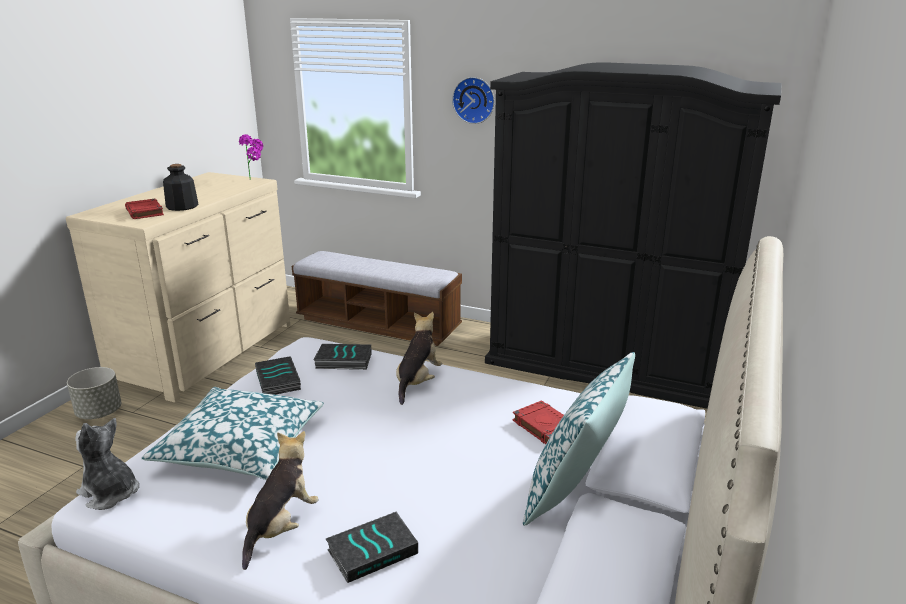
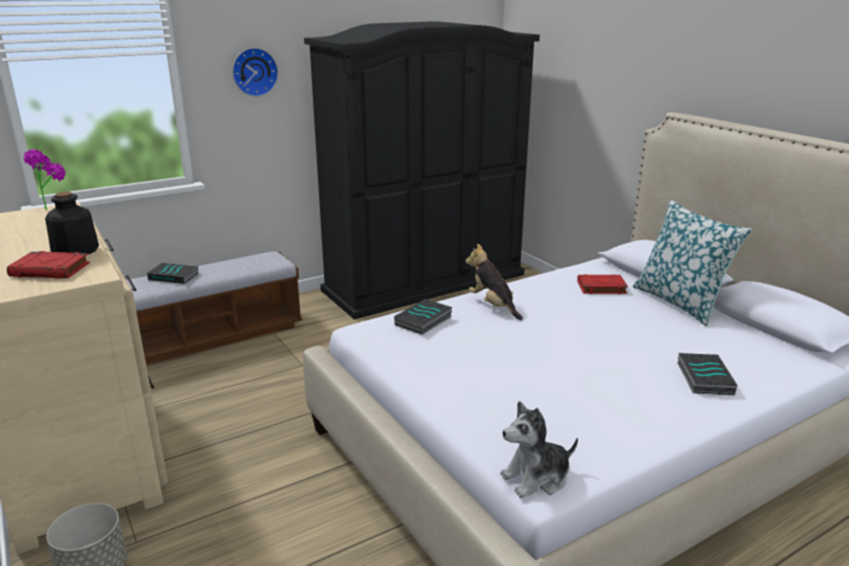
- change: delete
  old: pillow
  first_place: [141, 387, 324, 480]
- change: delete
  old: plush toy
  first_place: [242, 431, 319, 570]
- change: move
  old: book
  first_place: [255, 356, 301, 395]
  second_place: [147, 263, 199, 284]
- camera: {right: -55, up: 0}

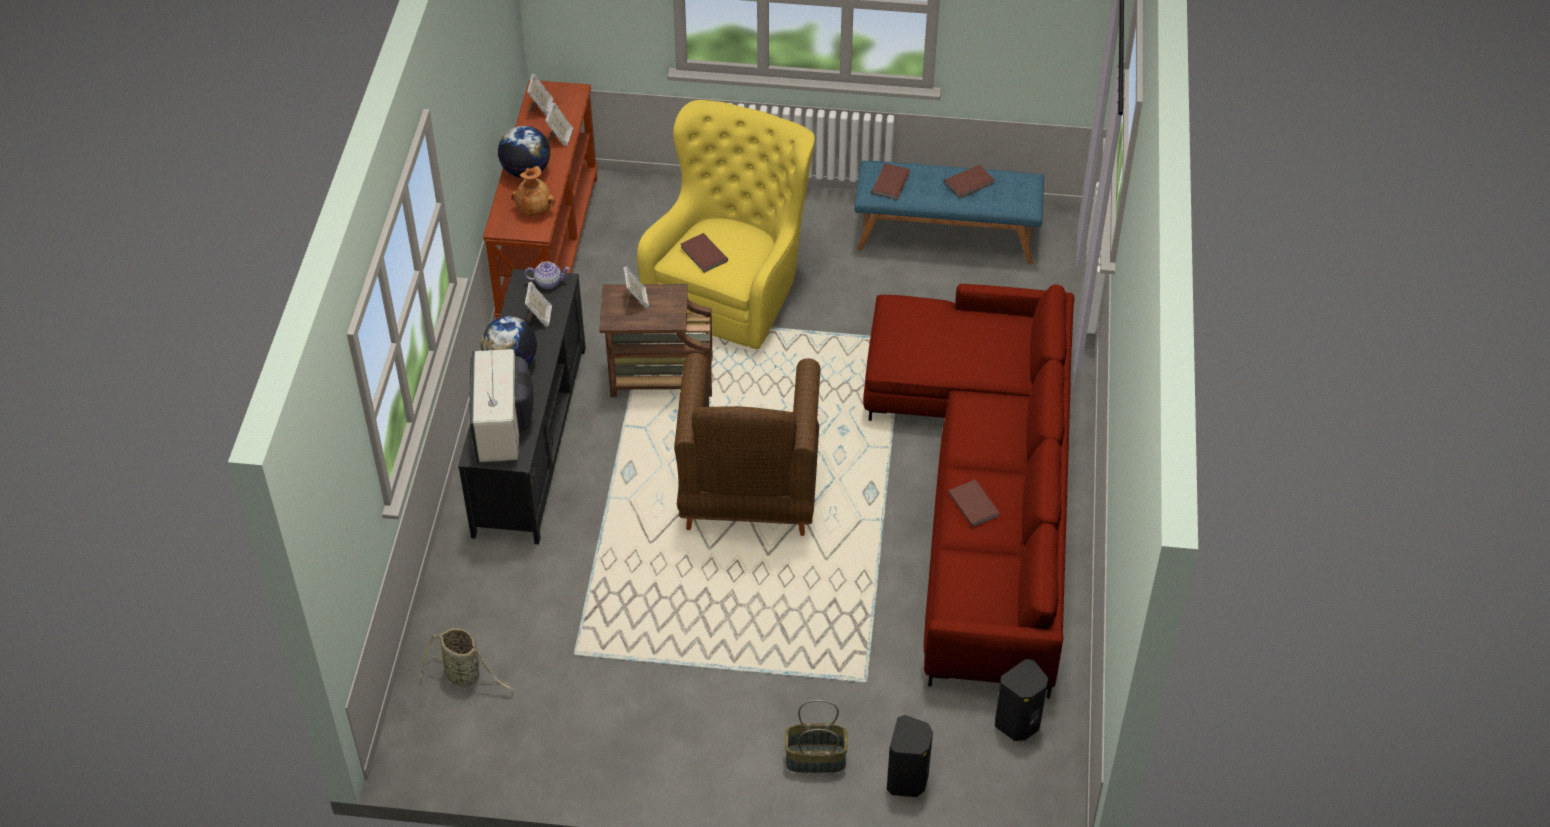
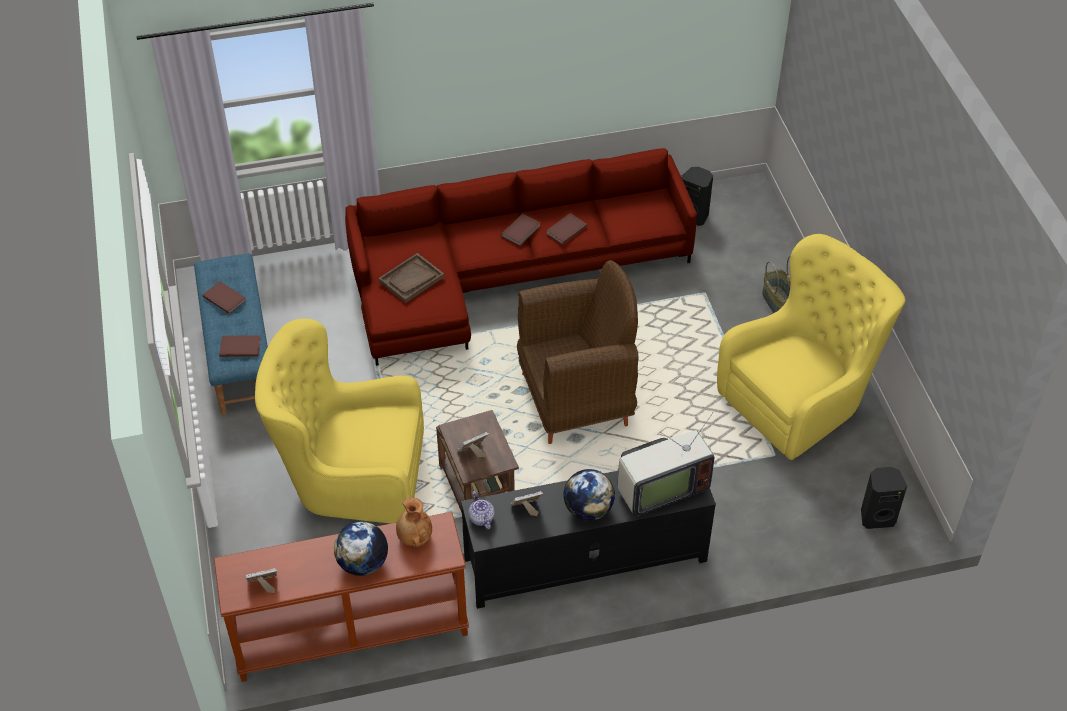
- change: delete
  old: basket
  first_place: [420, 628, 514, 690]
- change: delete
  old: picture frame
  first_place: [545, 102, 573, 147]
- change: insert
  new: serving tray/brown-coloured
  second_place: [379, 253, 444, 303]
- change: insert
  new: easy chair/yellow-coloured
  second_place: [717, 234, 905, 460]
- change: move
  old: book/brown-coloured
  first_place: [680, 233, 728, 273]
  second_place: [501, 214, 541, 246]
- change: move
  old: loudspeaker/black-coloured
  first_place: [887, 715, 933, 797]
  second_place: [861, 467, 907, 529]
- camera: {right: -110, up: 0}

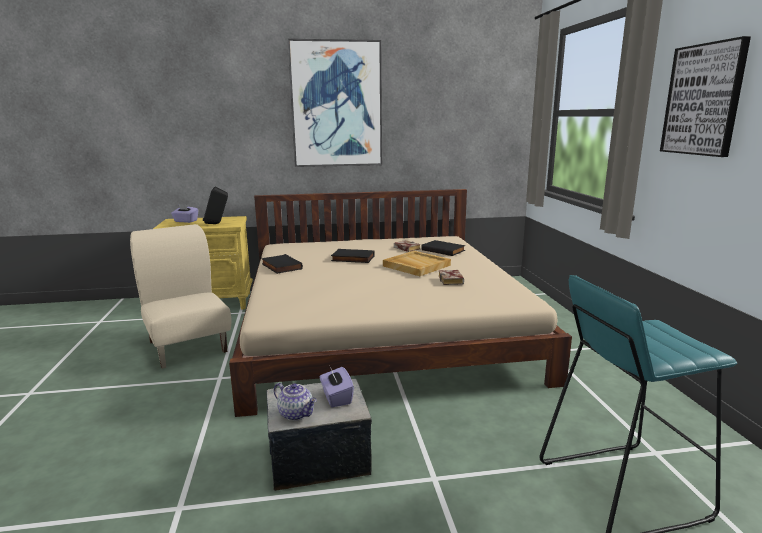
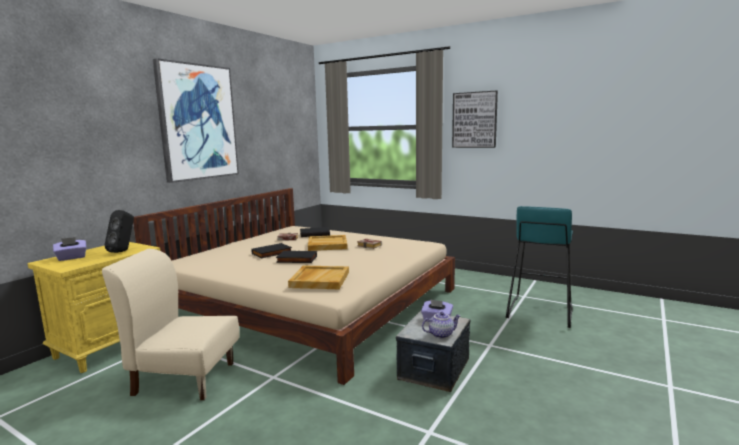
- change: insert
  new: serving tray/beige
  second_place: [288, 265, 349, 289]
- change: move
  old: book/black-coloured
  first_place: [261, 254, 303, 274]
  second_place: [276, 251, 317, 263]
- camera: {right: -50, up: -5}

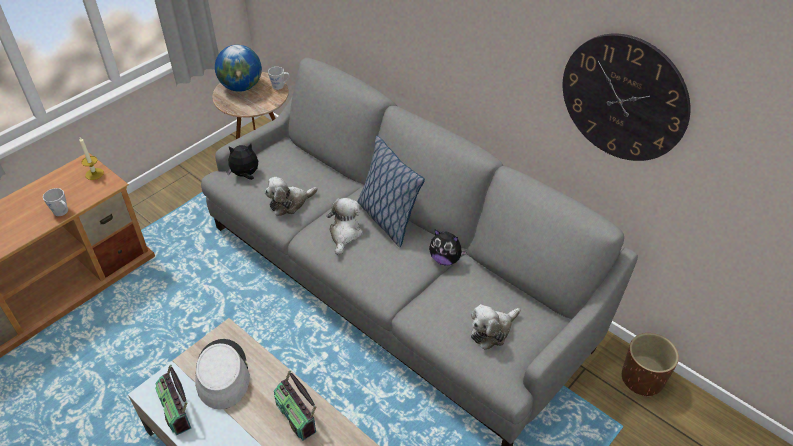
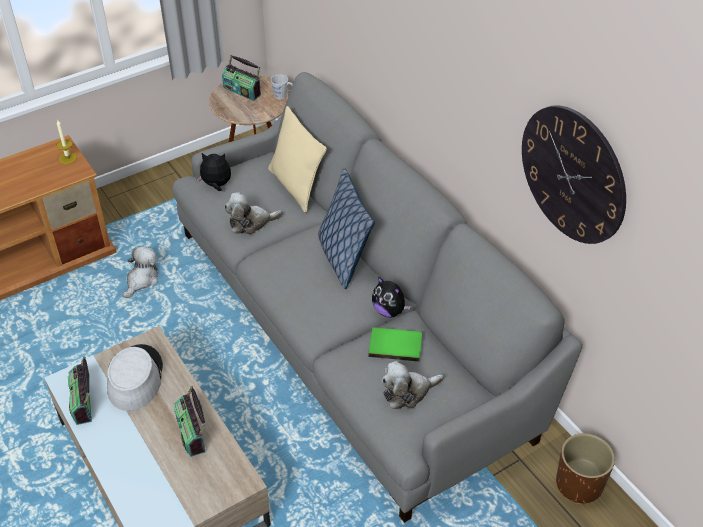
- change: delete
  old: tea mug/greyish
  first_place: [43, 188, 68, 216]
- change: insert
  new: pillow/beige
  second_place: [268, 106, 327, 213]
- change: insert
  new: book/green
  second_place: [368, 327, 422, 362]
- change: move
  old: plush toy
  first_place: [327, 198, 363, 255]
  second_place: [123, 246, 159, 298]
- change: replace
  old: globe
  new: radio
  first_place: [215, 45, 262, 92]
  second_place: [222, 55, 261, 101]
- camera: {right: 15, up: 0}

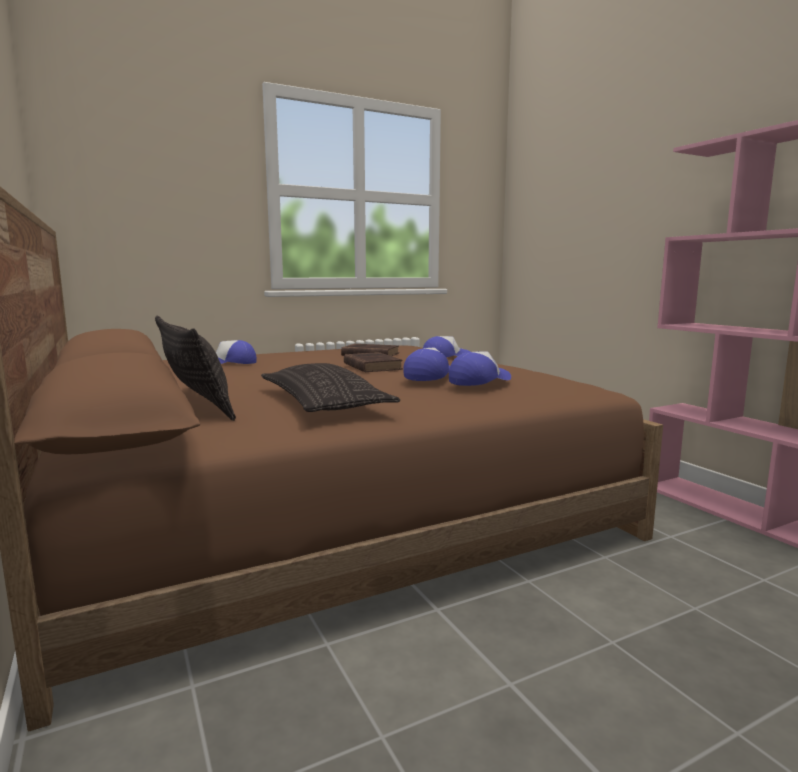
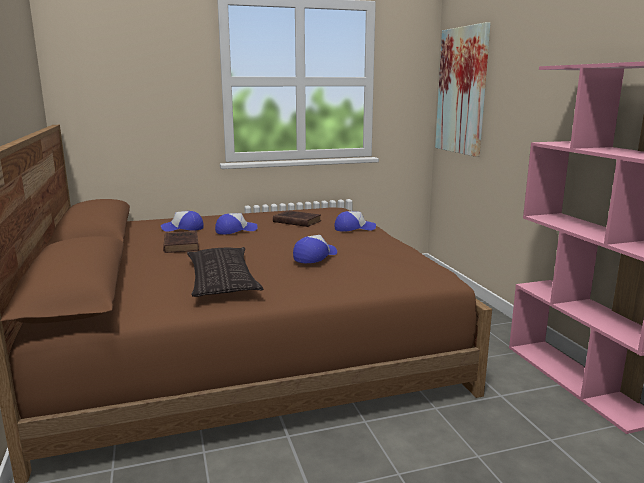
- change: delete
  old: pillow
  first_place: [155, 316, 236, 421]
- change: insert
  new: picture
  second_place: [435, 22, 491, 157]
- change: move
  old: book/brown-coloured
  first_place: [344, 352, 403, 372]
  second_place: [163, 231, 199, 253]
- change: move
  old: baseball cap
  first_place: [449, 351, 511, 386]
  second_place: [215, 213, 258, 235]
- camera: {right: 10, up: 5}

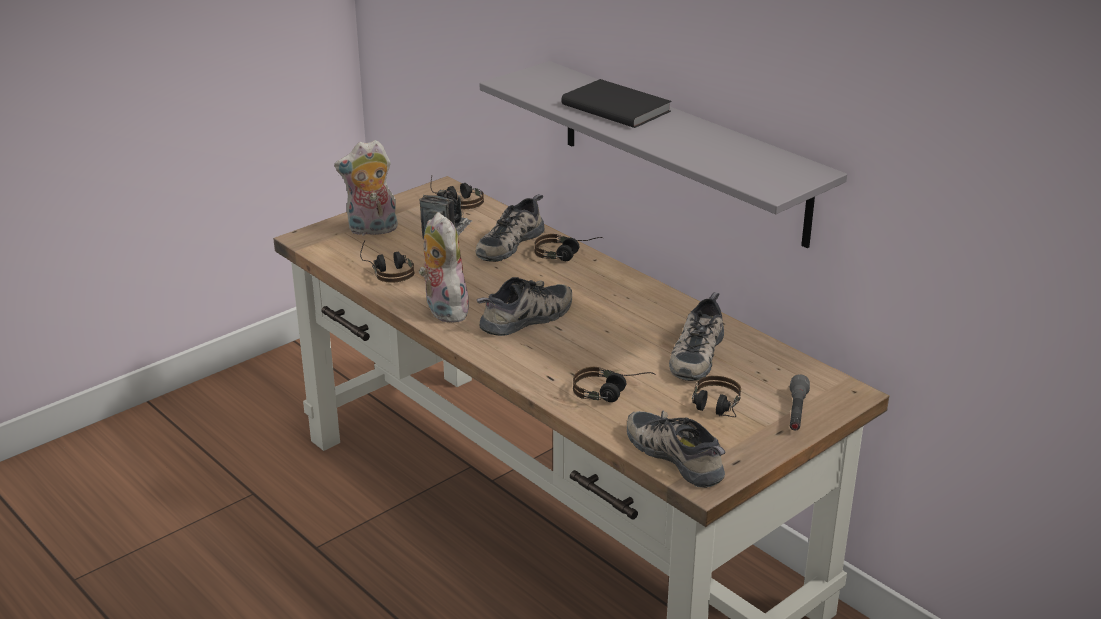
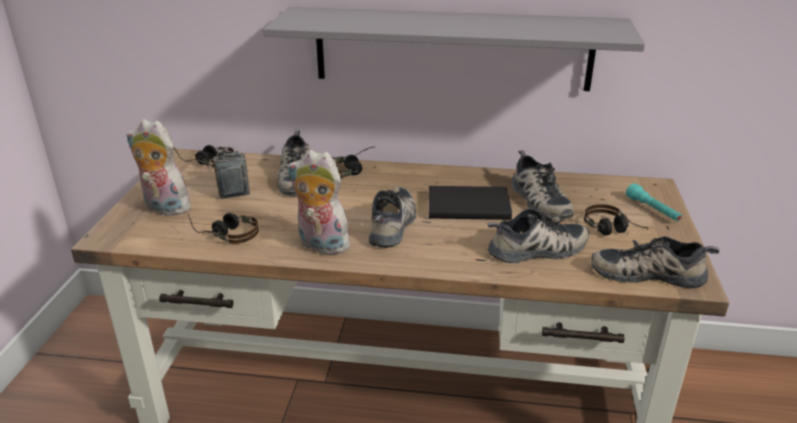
- change: move
  old: book/black-coloured
  first_place: [562, 79, 672, 128]
  second_place: [429, 186, 512, 220]
- change: replace
  old: pair of headphones
  new: item of footwear
  first_place: [573, 367, 656, 402]
  second_place: [487, 208, 589, 263]
- change: recolor
  old: torch/greyish
  new: torch/turquoise-coloured
  first_place: [790, 374, 810, 431]
  second_place: [626, 183, 682, 221]
- change: rotate
  old: plush toy
  first_place: [334, 140, 398, 236]
  second_place: [126, 119, 191, 216]
  degrees: 75
- camera: {right: -40, up: 0}

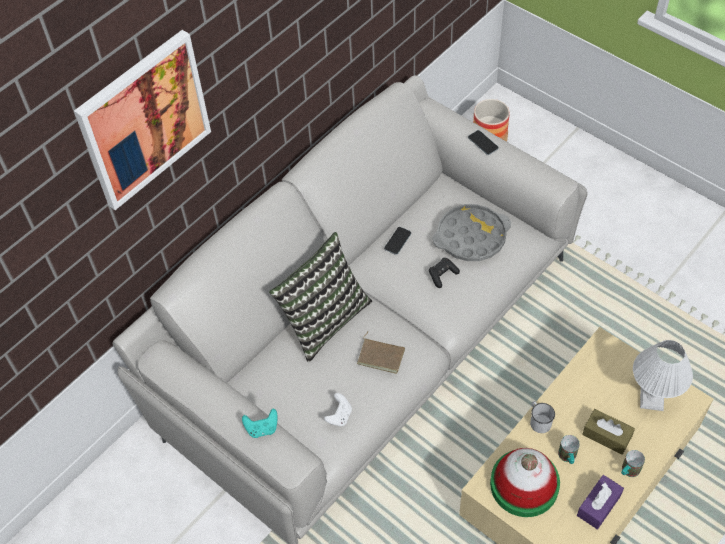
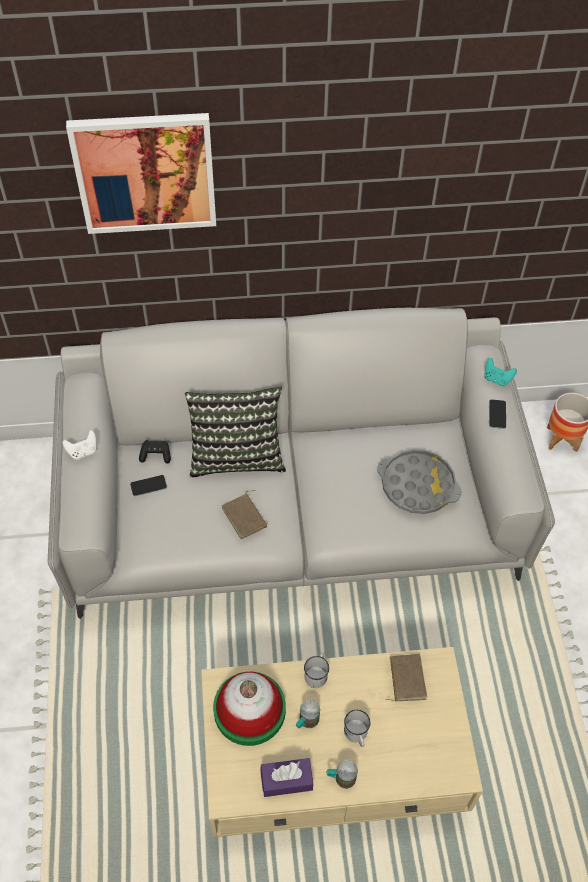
- change: delete
  old: lamp for a table/white-coloured
  first_place: [633, 340, 693, 411]
- change: insert
  new: book/brown-coloured
  second_place: [385, 654, 427, 701]
- change: move
  old: gamepad/turquoise-coloured
  first_place: [242, 408, 277, 438]
  second_place: [485, 358, 517, 386]
- change: move
  old: gamepad/white-coloured
  first_place: [324, 393, 352, 426]
  second_place: [62, 430, 96, 460]
- change: move
  old: phone
  first_place: [384, 227, 411, 255]
  second_place: [130, 475, 167, 496]
- change: move
  old: gamepad/black-coloured
  first_place: [429, 258, 460, 288]
  second_place: [139, 440, 171, 463]
- change: replace
  old: box of tissues/brown-coloured
  new: tea mug/white-coloured
  first_place: [582, 409, 635, 455]
  second_place: [344, 710, 370, 747]
- camera: {right: 40, up: 0}

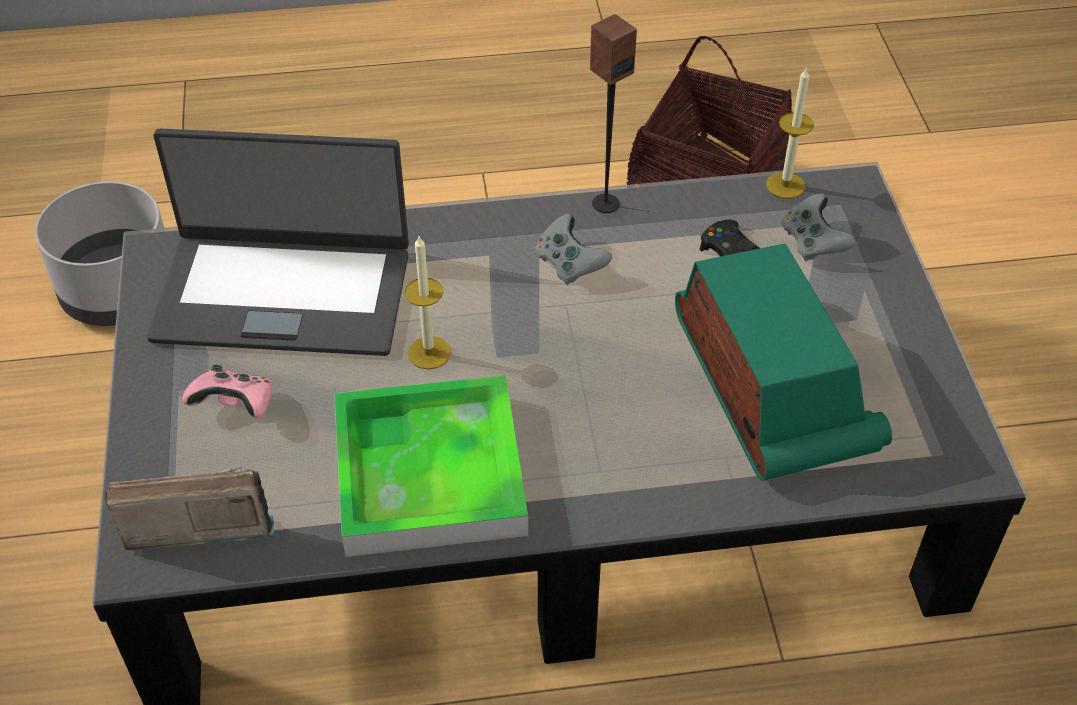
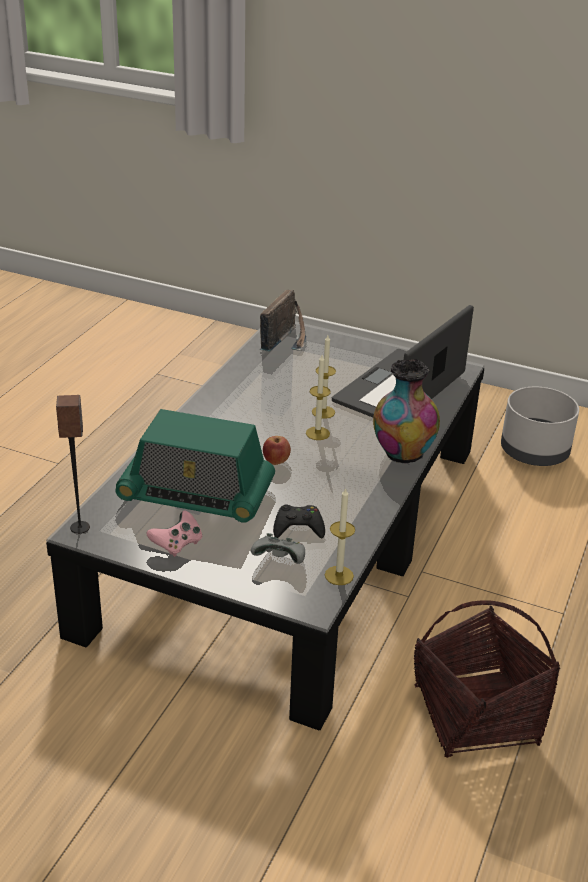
- change: delete
  old: serving tray
  first_place: [334, 375, 528, 557]
- change: delete
  old: gamepad/greyish
  first_place: [535, 214, 612, 285]
- change: insert
  new: whole apple
  second_place: [263, 436, 291, 465]
- change: insert
  new: wax light
  second_place: [306, 355, 331, 440]
- change: insert
  new: flower vase
  second_place: [373, 360, 440, 464]
- change: move
  old: gamepad/pinkish
  first_place: [182, 365, 272, 418]
  second_place: [146, 510, 202, 557]
- change: move
  old: loudspeaker
  first_place: [590, 14, 637, 213]
  second_place: [56, 395, 90, 534]
- camera: {right: 120, up: -15}

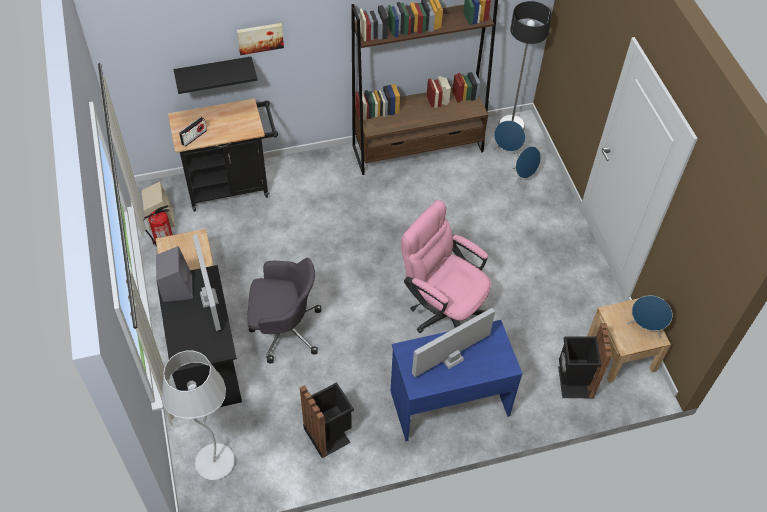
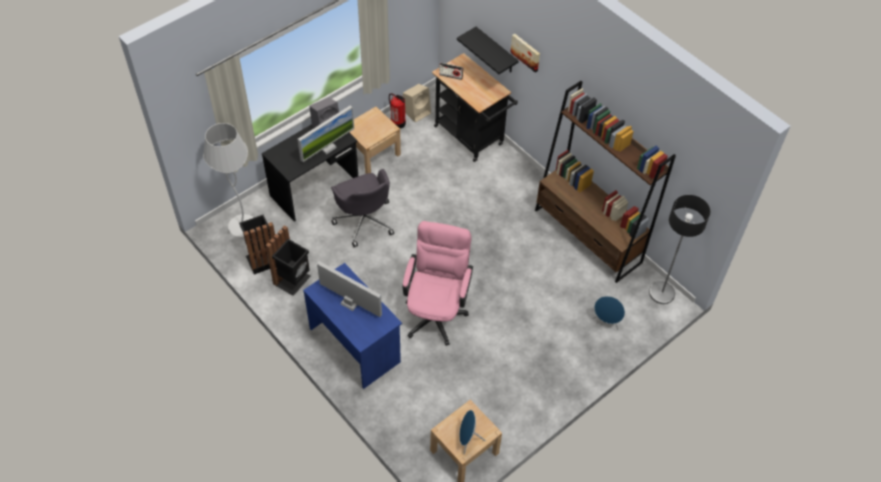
- change: delete
  old: loudspeaker/blue-coloured
  first_place: [493, 120, 526, 157]
- change: move
  old: trash can/black-coloured
  first_place: [558, 323, 612, 398]
  second_place: [239, 215, 275, 274]
- camera: {right: 65, up: 0}

